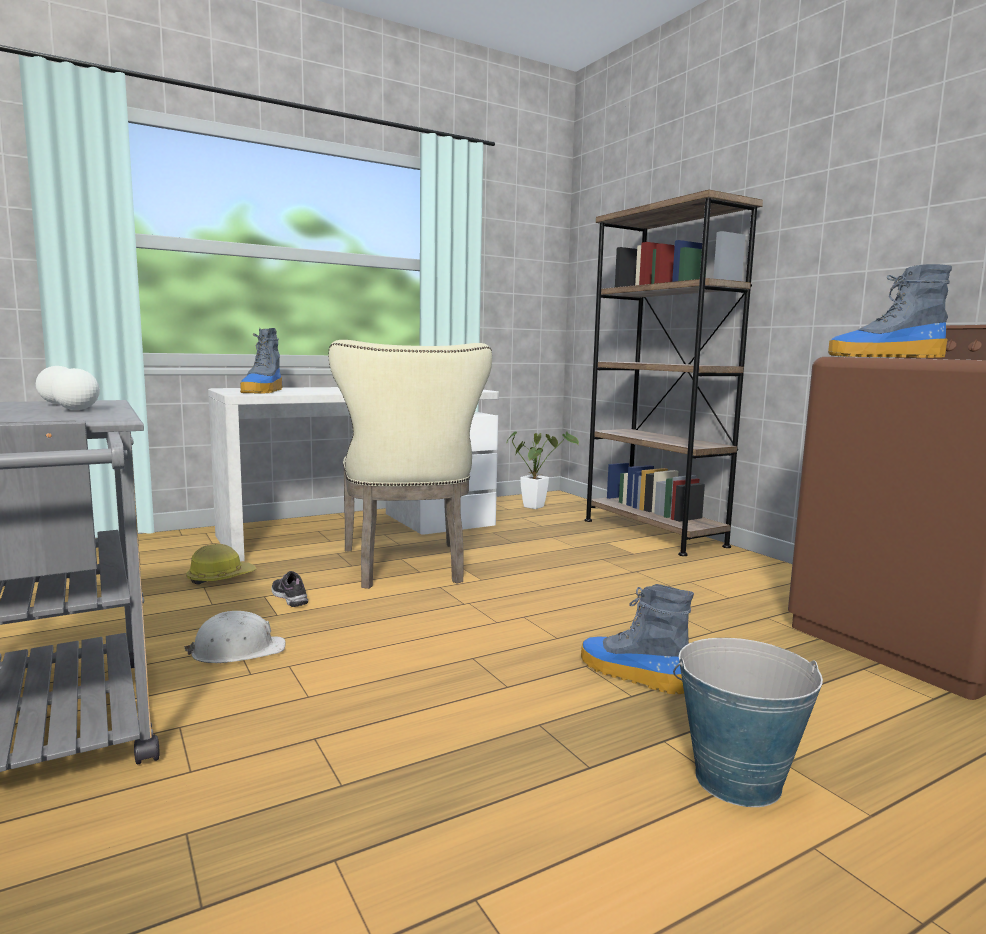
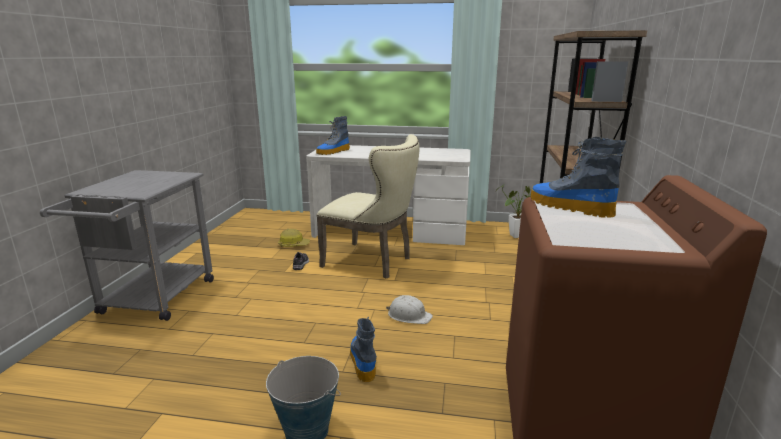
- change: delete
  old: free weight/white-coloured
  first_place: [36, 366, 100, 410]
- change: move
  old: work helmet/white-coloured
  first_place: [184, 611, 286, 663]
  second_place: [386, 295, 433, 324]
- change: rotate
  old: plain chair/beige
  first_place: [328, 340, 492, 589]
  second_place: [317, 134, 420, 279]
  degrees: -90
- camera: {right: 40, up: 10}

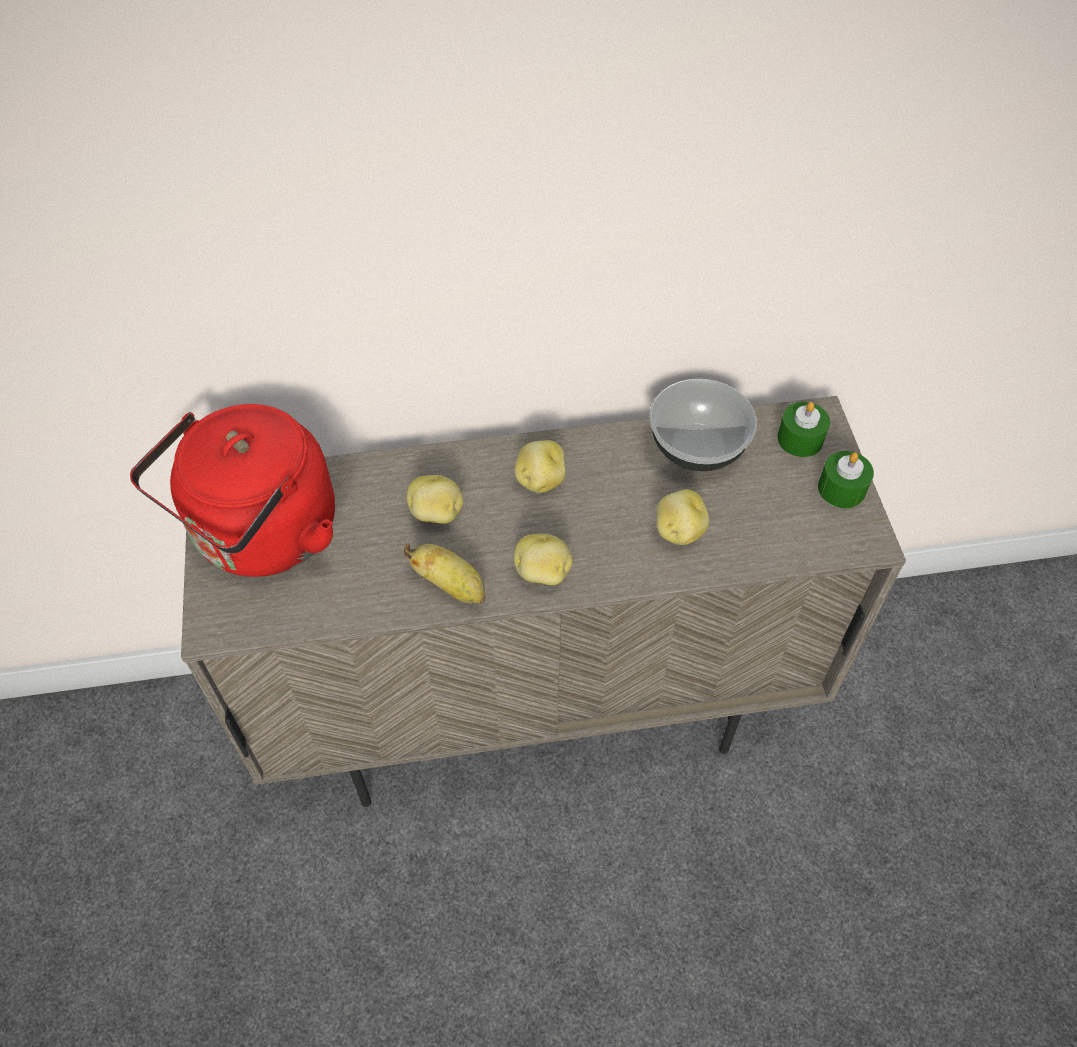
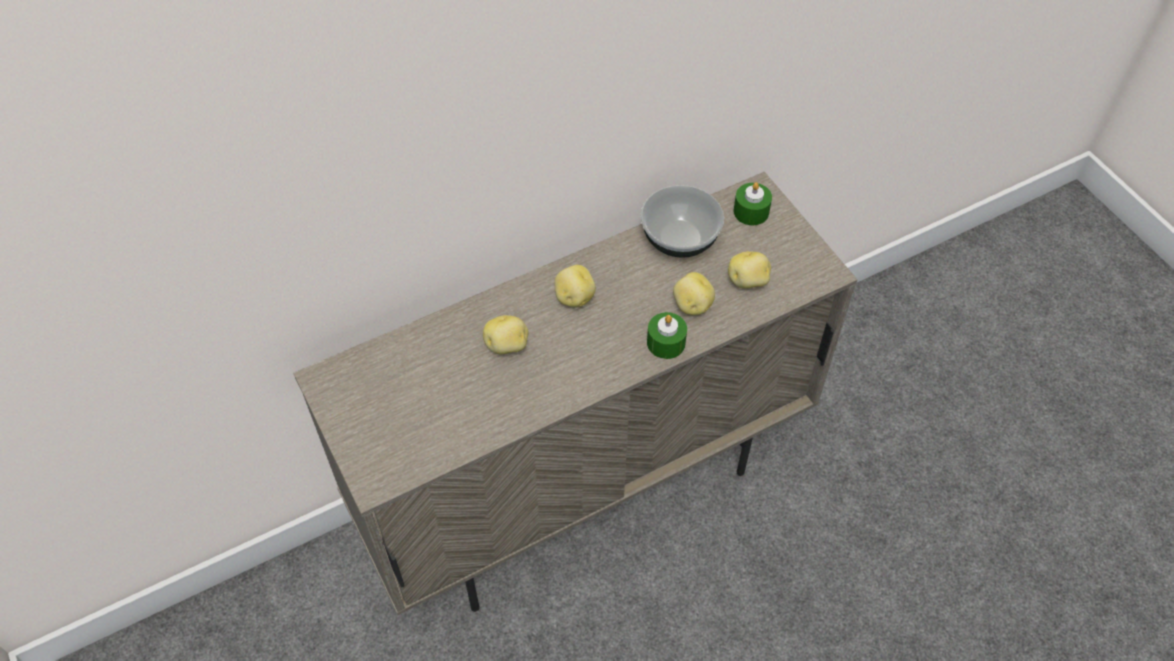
- change: delete
  old: kettle/red-coloured
  first_place: [130, 404, 335, 577]
- change: delete
  old: whole banana
  first_place: [404, 544, 485, 604]
- change: move
  old: whole potato
  first_place: [514, 534, 573, 585]
  second_place: [728, 251, 771, 289]
- change: move
  old: wax light/green
  first_place: [818, 451, 874, 508]
  second_place: [647, 312, 687, 359]
- camera: {right: -20, up: 0}

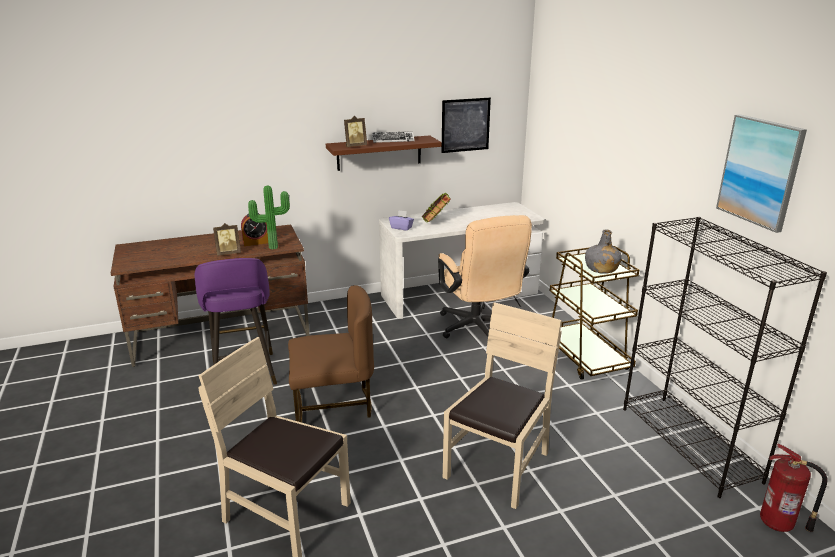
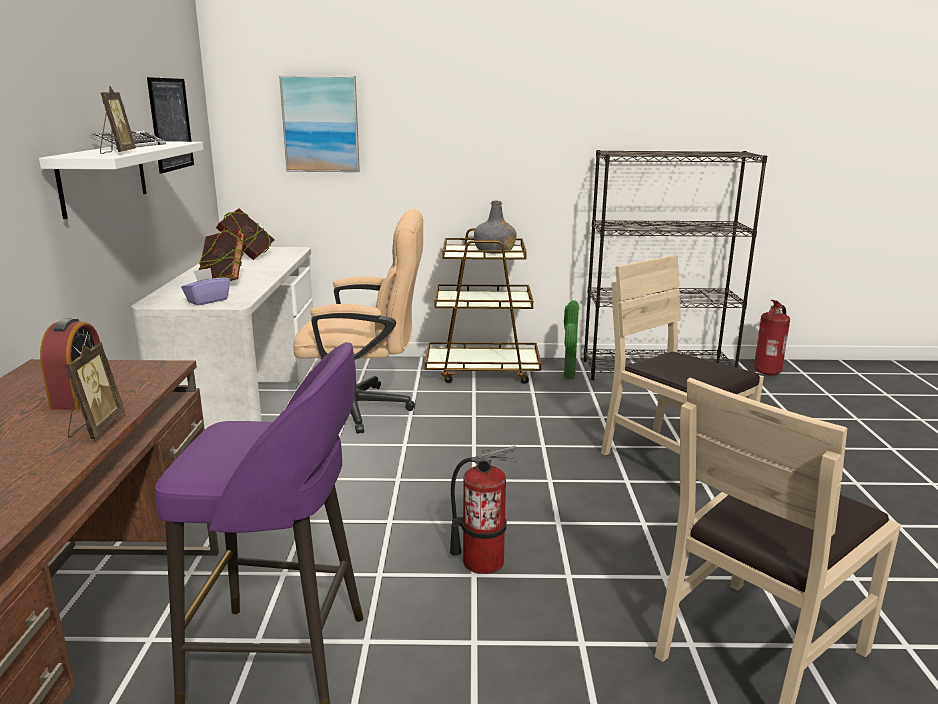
- change: insert
  new: book
  second_place: [216, 208, 275, 260]
- change: move
  old: potted plant
  first_place: [248, 185, 290, 249]
  second_place: [564, 300, 579, 379]
- change: move
  old: picture
  first_place: [716, 114, 807, 233]
  second_place: [279, 75, 360, 172]
- change: replace
  old: plain chair/brown-coloured
  new: fire extinguisher
  first_place: [288, 285, 374, 423]
  second_place: [450, 446, 517, 574]
- change: recolor
  old: wall shelf/brown-coloured
  new: wall shelf/white-coloured
  first_place: [326, 135, 442, 171]
  second_place: [39, 142, 204, 219]
- camera: {right: -70, up: -5}

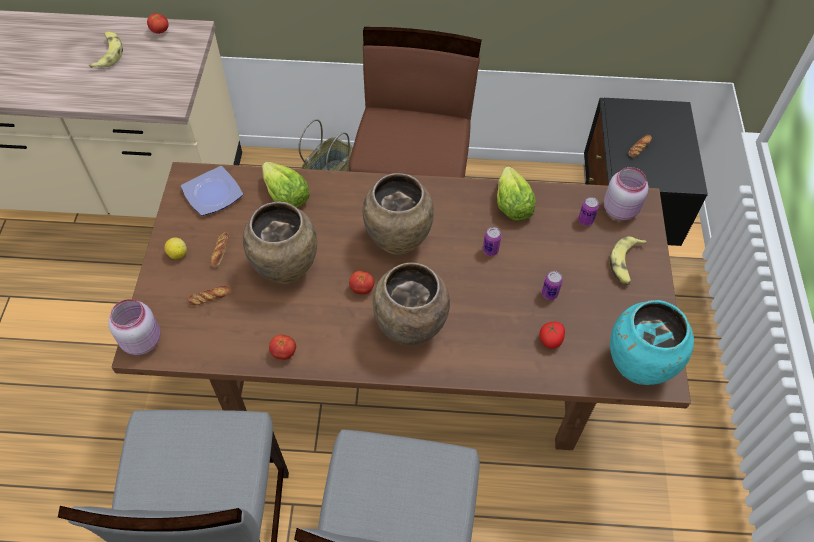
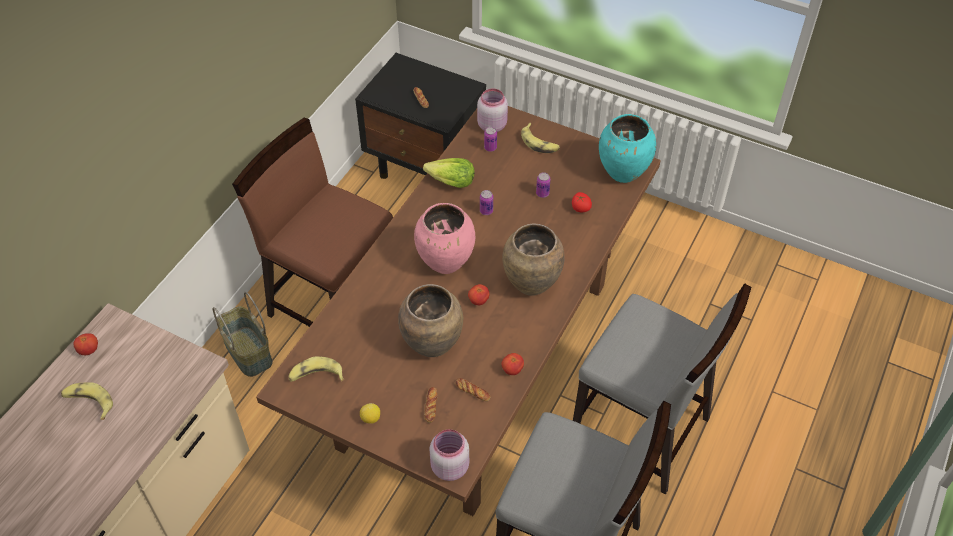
- change: delete
  old: head of lettuce
  first_place: [262, 162, 310, 208]
- change: move
  old: baked bread
  first_place: [211, 232, 229, 267]
  second_place: [455, 378, 491, 401]
- change: replace
  old: plate
  new: whole banana
  first_place: [181, 166, 243, 216]
  second_place: [288, 356, 344, 382]
- change: recolor
  old: flower vase/brown-coloured
  new: flower vase/pinkish
  first_place: [363, 173, 434, 255]
  second_place: [414, 203, 475, 274]
- camera: {right: -65, up: -5}

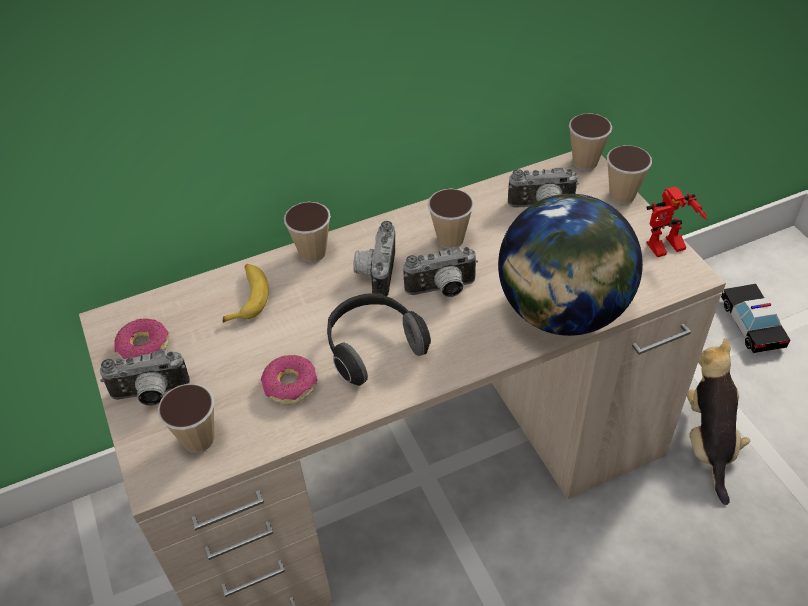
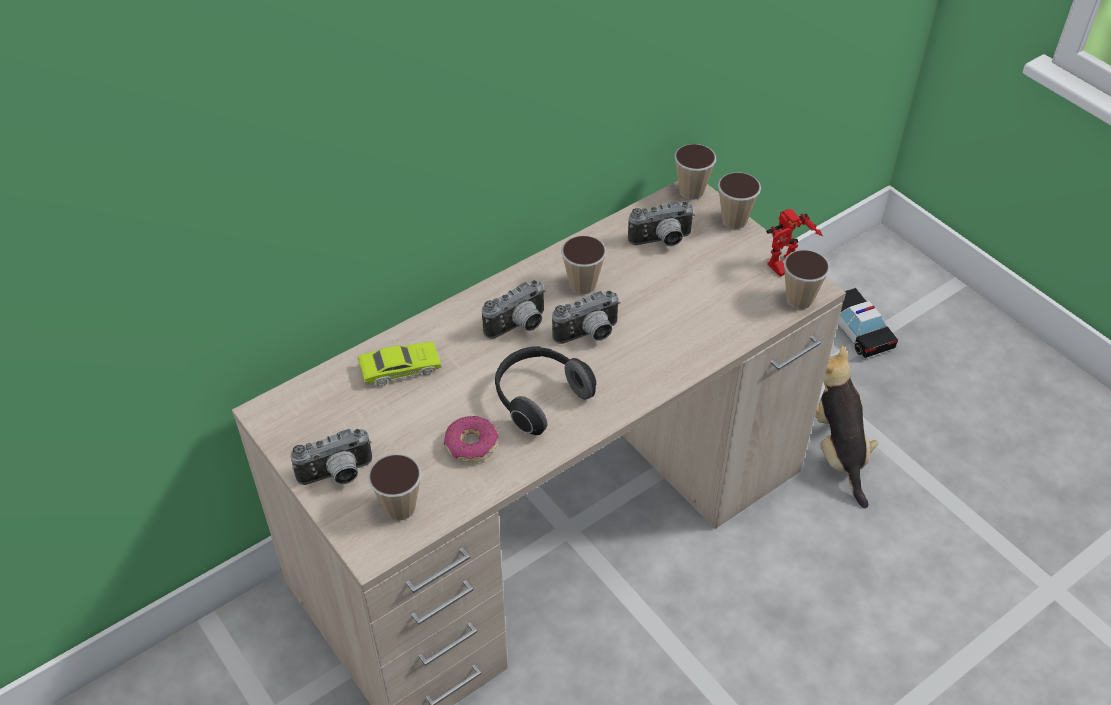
- change: delete
  old: doughnut
  first_place: [114, 318, 169, 359]
- change: delete
  old: globe
  first_place: [498, 194, 643, 336]
- change: move
  old: drinking cup
  first_place: [284, 202, 331, 262]
  second_place: [784, 250, 830, 309]
- change: replace
  old: whole banana
  new: model car/green
  first_place: [223, 264, 269, 323]
  second_place: [358, 342, 442, 387]
- change: rotate
  old: still camera
  first_place: [353, 221, 395, 296]
  second_place: [482, 280, 546, 339]
  degrees: -120
- camera: {right: -15, up: 0}

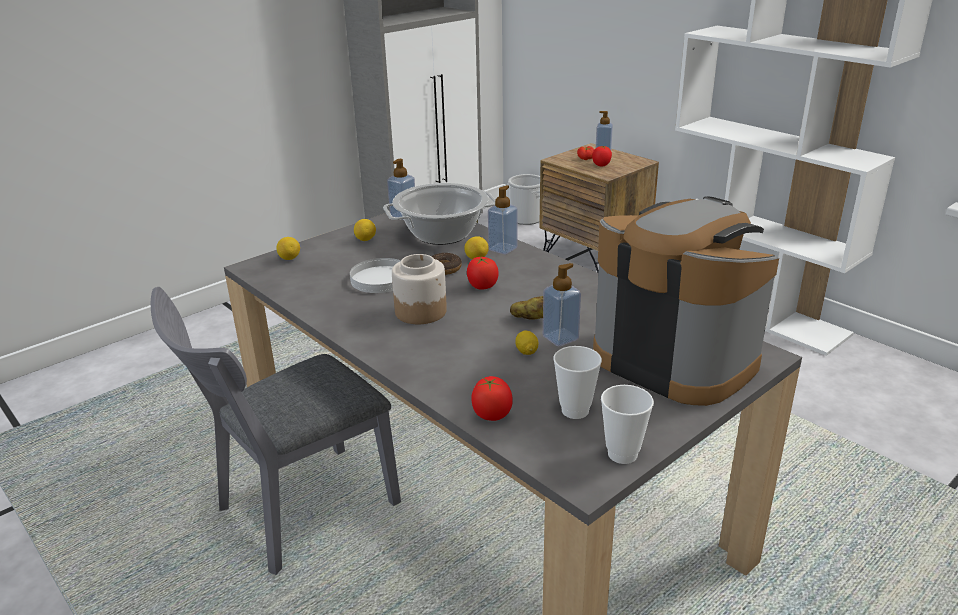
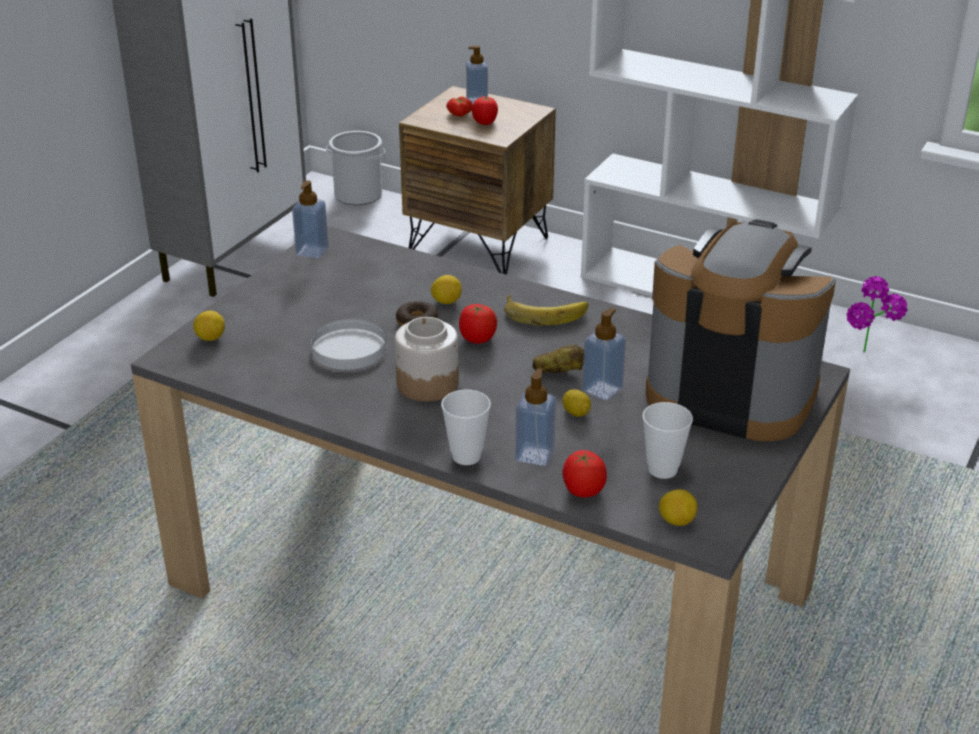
- change: delete
  old: plain chair/greyish
  first_place: [151, 287, 401, 575]
- change: delete
  old: cooking pot
  first_place: [383, 183, 496, 245]
- change: insert
  new: whole banana
  second_place: [504, 294, 588, 325]
- change: insert
  new: potted plant
  second_place: [847, 276, 908, 352]
- change: move
  old: whole lemon
  first_place: [354, 219, 376, 241]
  second_place: [659, 489, 697, 526]
- change: move
  old: liquid soap bottle
  first_place: [488, 185, 518, 254]
  second_place: [515, 368, 556, 466]
- change: move
  old: drinking cup
  first_place: [601, 385, 654, 464]
  second_place: [441, 389, 491, 465]
- camera: {right: -20, up: 5}

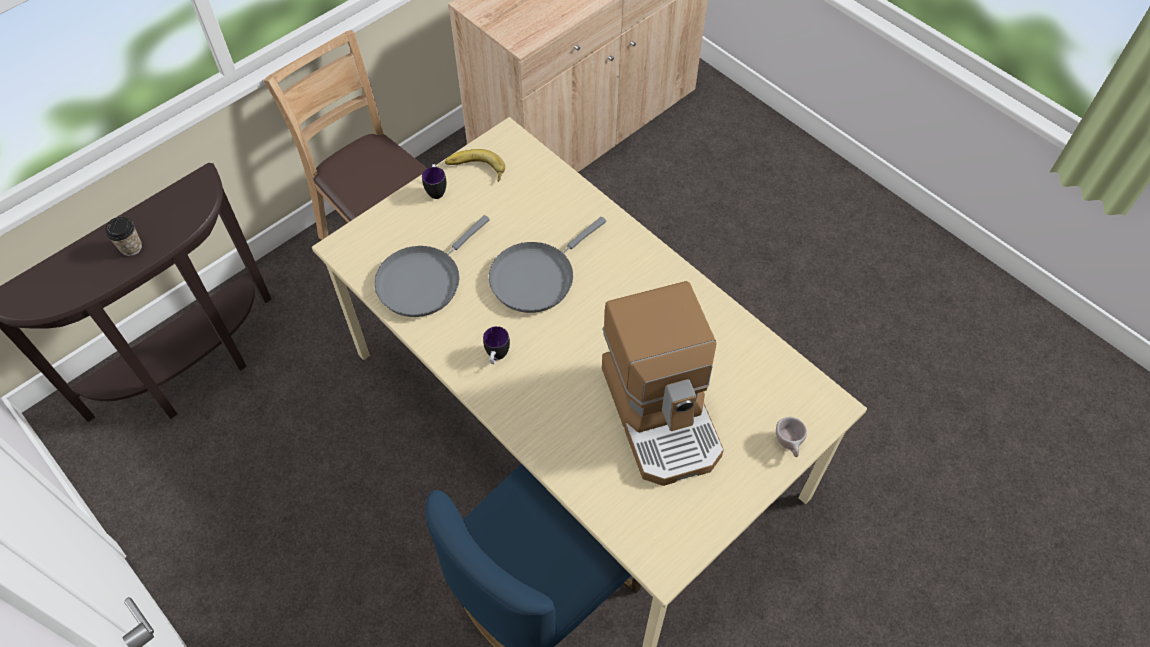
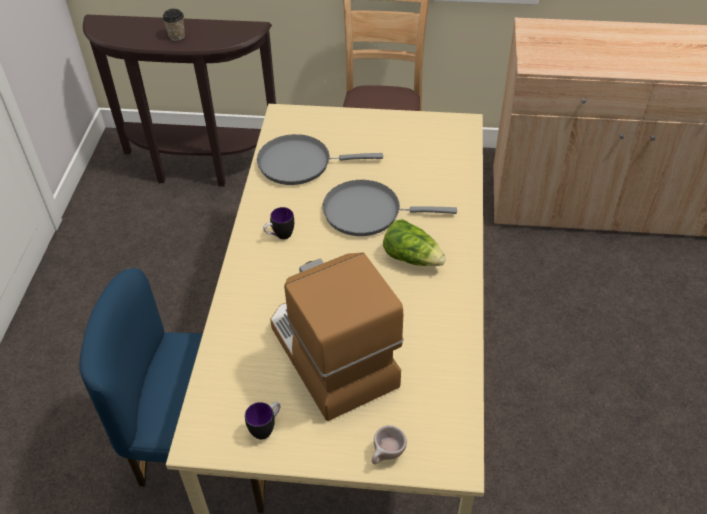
- change: delete
  old: whole banana
  first_place: [445, 149, 505, 182]
- change: insert
  new: head of lettuce
  second_place: [383, 219, 446, 266]
- change: move
  old: tea mug
  first_place: [422, 164, 446, 199]
  second_place: [245, 402, 281, 440]
- change: rotate
  old: coffee maker
  first_place: [602, 281, 724, 486]
  second_place: [270, 252, 404, 421]
  degrees: 120
- camera: {right: 50, up: -10}

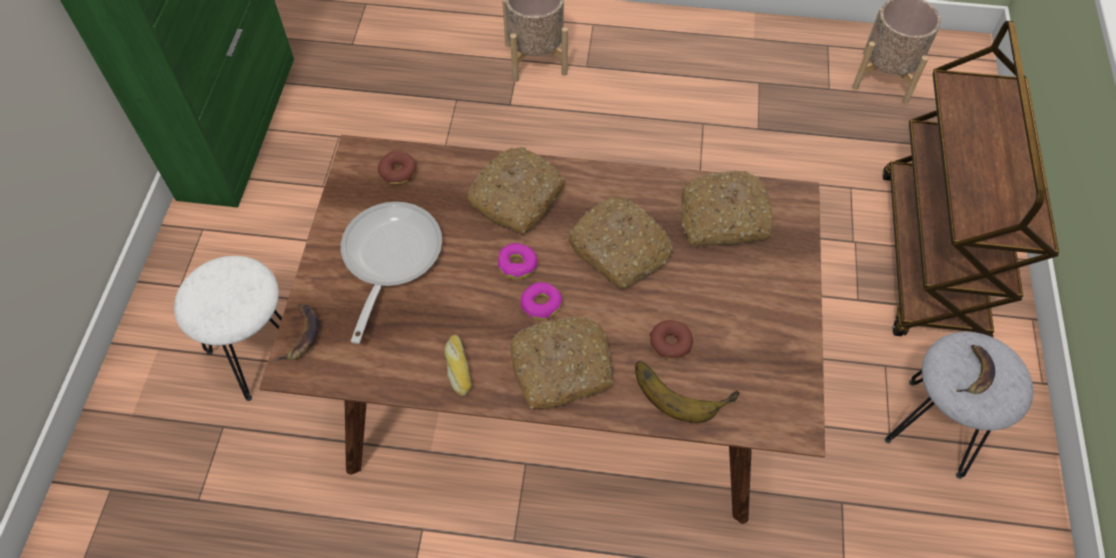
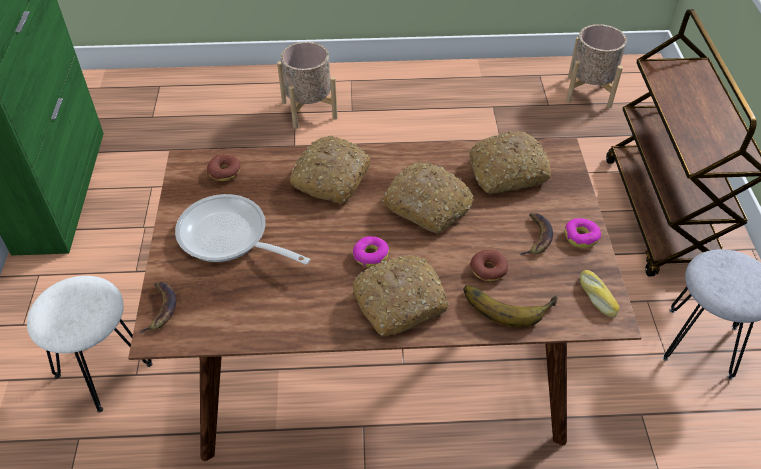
- change: move
  old: baked bread
  first_place: [444, 335, 471, 396]
  second_place: [580, 270, 620, 318]
- change: move
  old: doughnut
  first_place: [498, 243, 538, 280]
  second_place: [565, 218, 601, 248]
- change: move
  old: whole banana
  first_place: [956, 345, 995, 394]
  second_place: [519, 213, 553, 255]
- change: rotate
  old: frying pan
  first_place: [341, 202, 442, 344]
  second_place: [175, 194, 310, 265]
  degrees: -60
- camera: {right: -10, up: -10}

